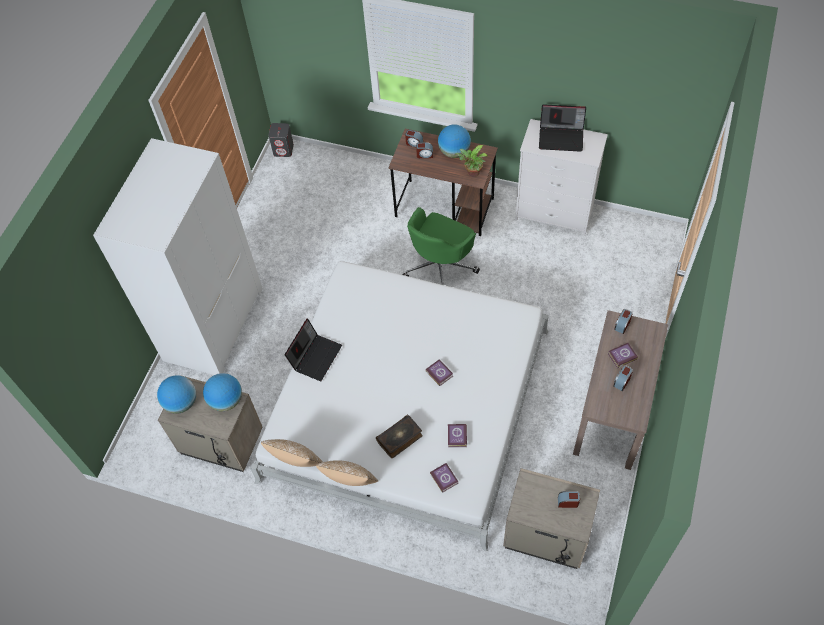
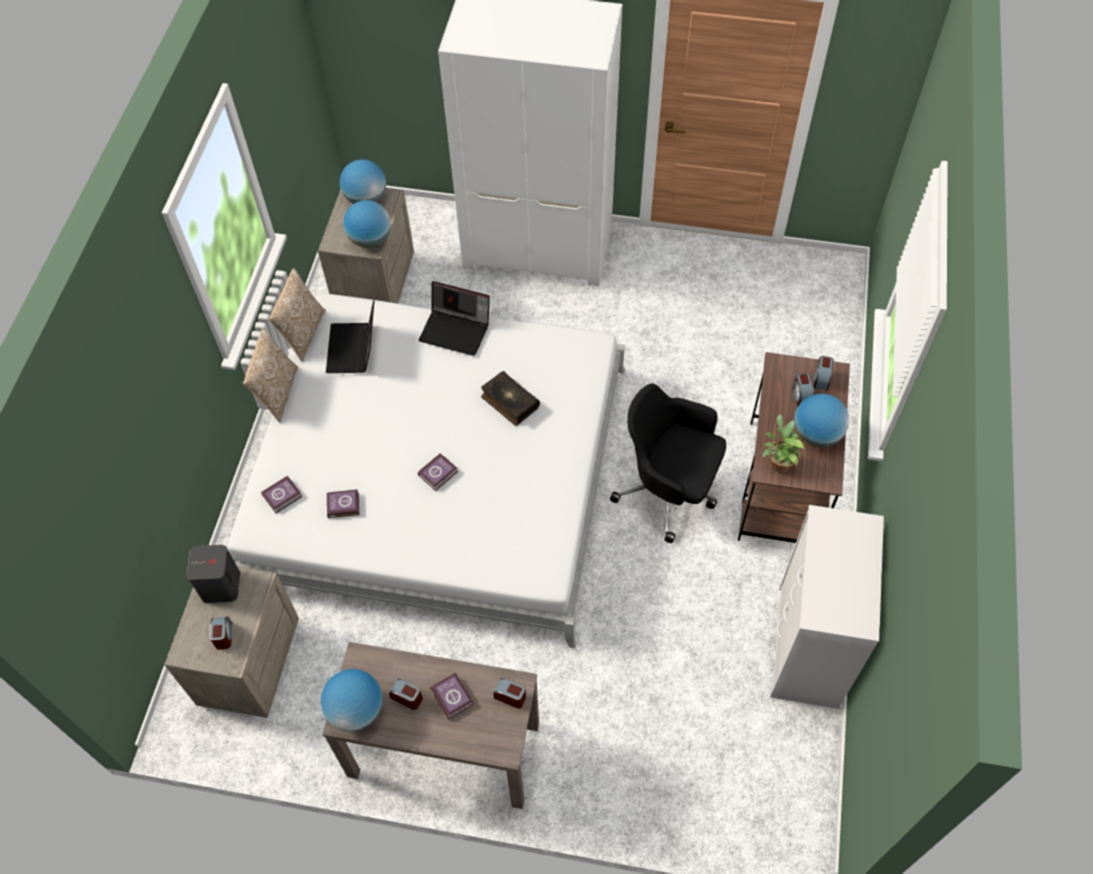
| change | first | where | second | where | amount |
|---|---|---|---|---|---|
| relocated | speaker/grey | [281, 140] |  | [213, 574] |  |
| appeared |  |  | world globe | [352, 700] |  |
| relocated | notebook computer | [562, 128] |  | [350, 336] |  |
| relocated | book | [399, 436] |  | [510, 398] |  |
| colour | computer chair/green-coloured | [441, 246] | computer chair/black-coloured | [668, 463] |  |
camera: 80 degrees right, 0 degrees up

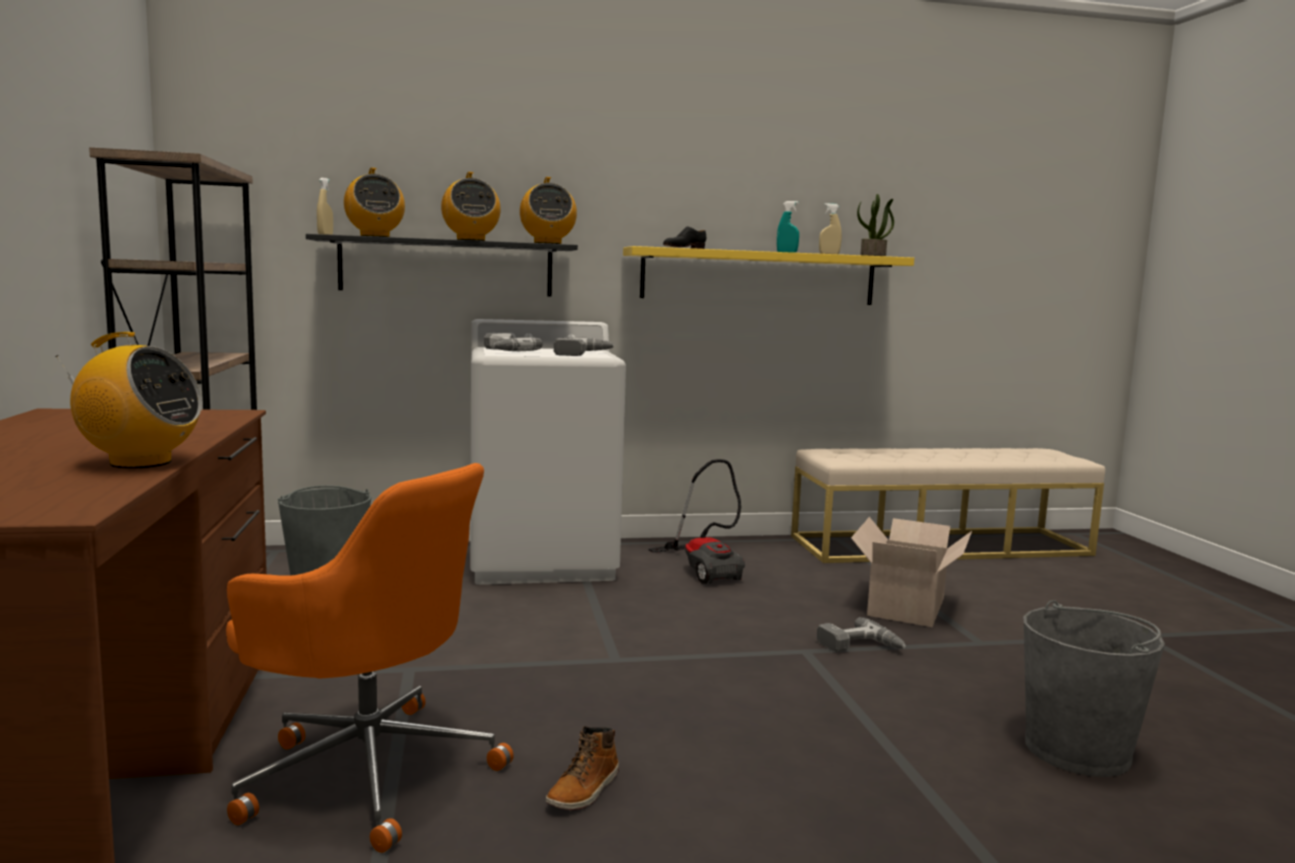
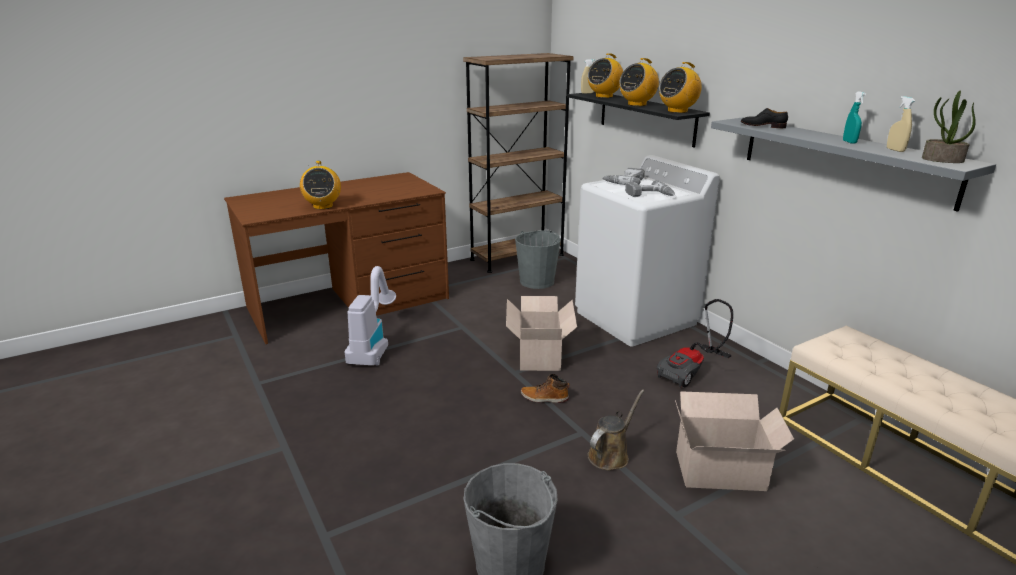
| change | first | where | second | where | amount |
|---|---|---|---|---|---|
| exchanged | computer chair/orange-coloured | [370, 658] | hoover | [370, 315] |  |
| appeared |  |  | carton | [541, 333] |  |
| relocated | boot | [582, 768] |  | [545, 388] |  |
| exchanged | electric drill | [861, 634] | watering can/brownish | [616, 429] |  |
| colour | bracket shelf/yellow-coloured | [768, 275] | bracket shelf/grey | [853, 165] |  |
camera: 70 degrees right, 15 degrees up

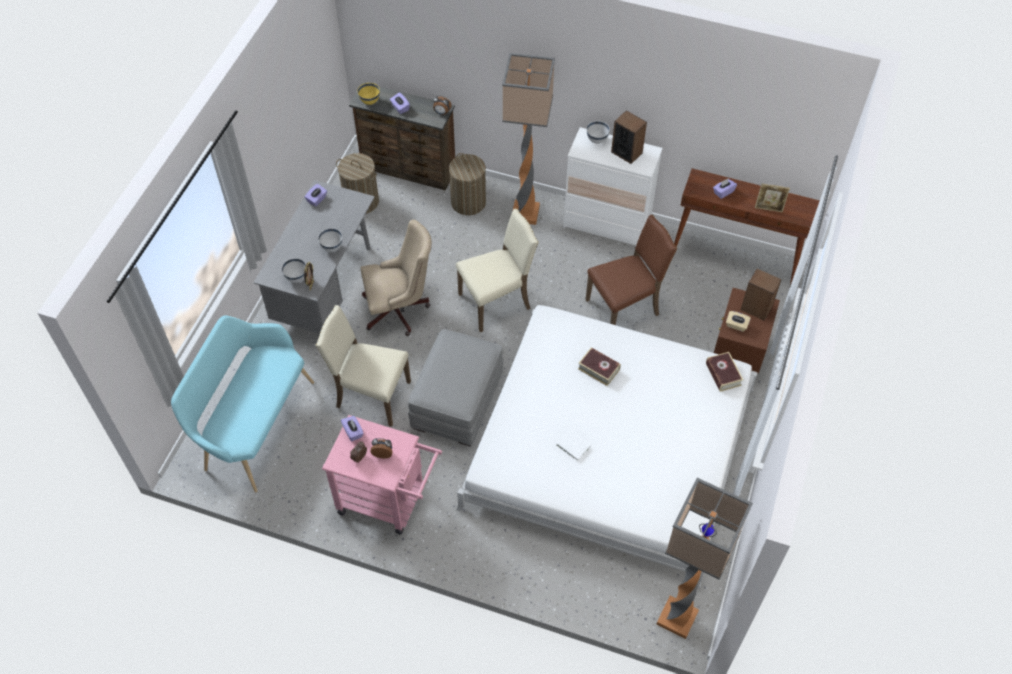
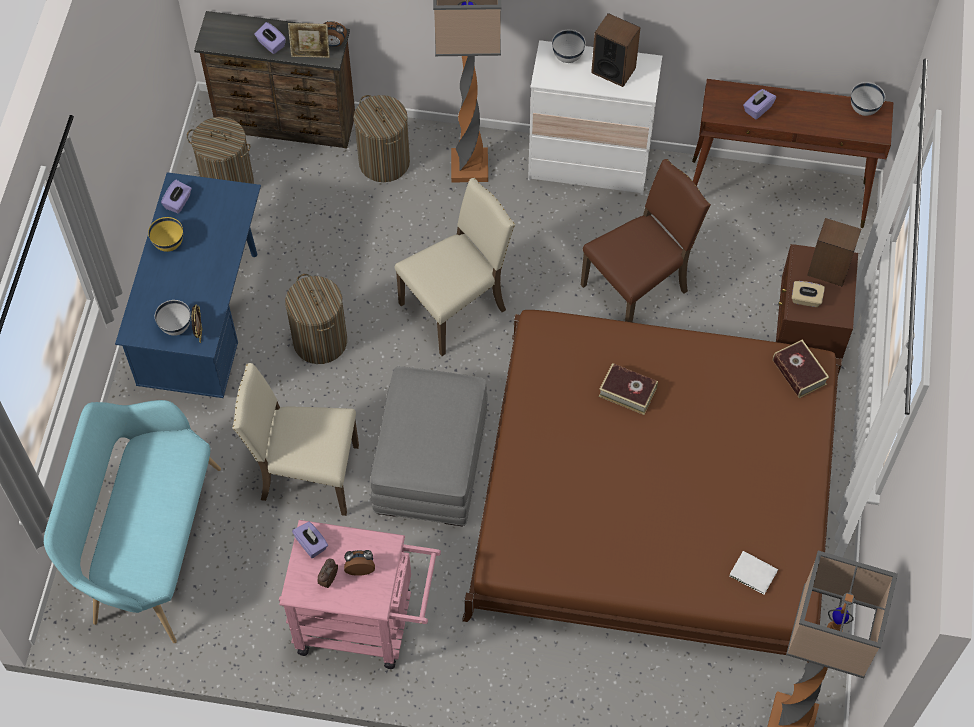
| change | first | where | second | where | amount |
|---|---|---|---|---|---|
| colour | desk/grey | [314, 257] | desk/blue-coloured | [188, 285] |  |
| relocated | deep dish/yellow-coloured | [368, 94] |  | [165, 234] |  |
| exchanged | computer chair/sand-coloured | [396, 278] | washing basket | [316, 319] |  |
| relocated | picture frame | [772, 197] |  | [309, 40] |  |
| colour | bed/white-coloured | [607, 446] | bed/brownish | [652, 486] |  |
| relocated | book/white-coloured | [573, 445] |  | [753, 573] |  |
| relocated | deep dish/white-coloured | [330, 240] |  | [868, 99] |  |
camera: 10 degrees left, 5 degrees up

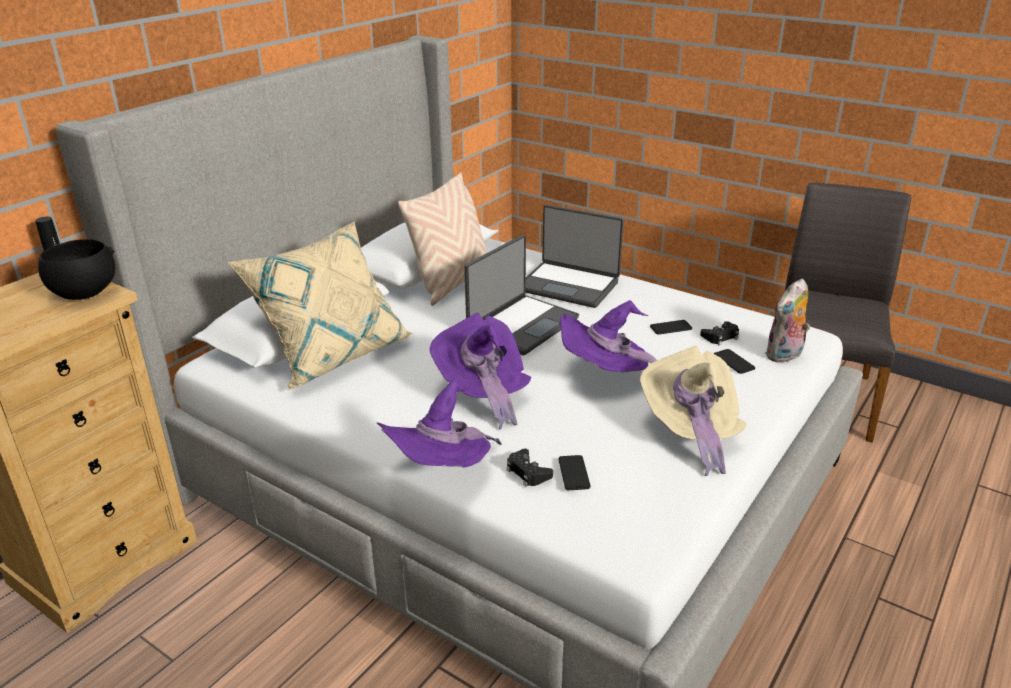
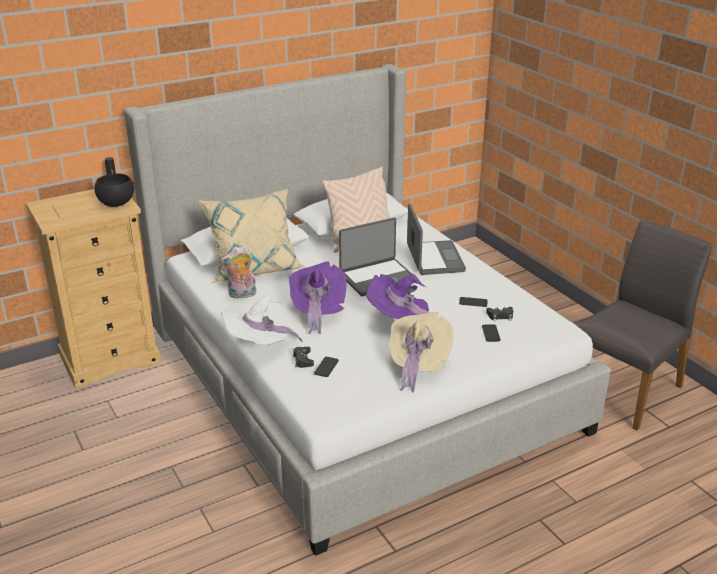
| change | first | where | second | where | amount |
|---|---|---|---|---|---|
| relocated | cuddly toy | [787, 321] |  | [239, 272] |  |
| colour | hat/purple | [439, 423] | hat/white-coloured | [262, 319] |  |
| spun | notebook computer | [575, 256] |  | [436, 239] | 150 degrees counterclockwise |
camera: 25 degrees right, 0 degrees up

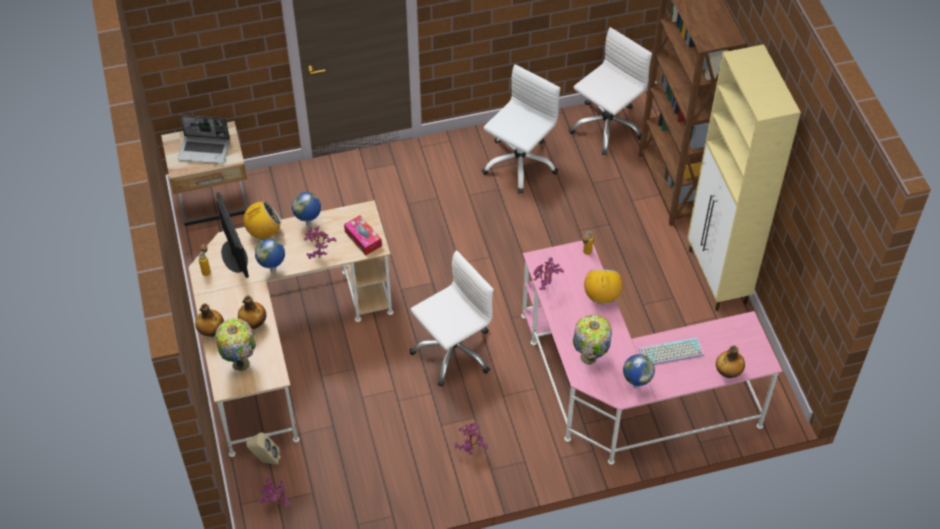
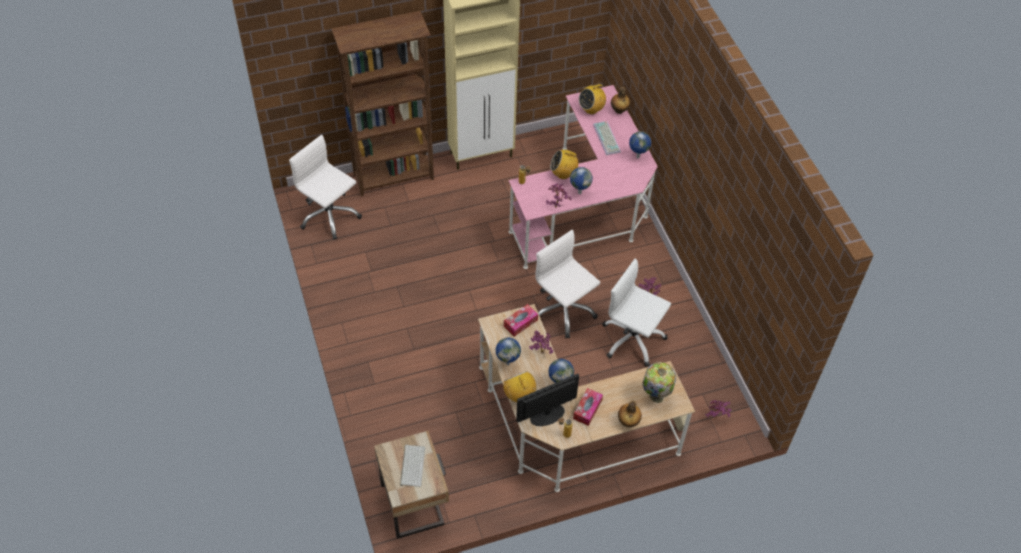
| change | first | where | second | where | amount |
|---|---|---|---|---|---|
| exchanged | notebook computer | [203, 139] | computer keyboard | [412, 466] |  |
| appeared |  |  | world globe | [581, 180] |  |
| appeared |  |  | tissue box | [588, 407] |  |
| appeared |  |  | radio set | [592, 97] |  |
| relocated | computer chair/white-coloured | [521, 129] |  | [636, 312] |  |
| missing | beverage bottle | [252, 312] |  |  |  |
| missing | table lamp | [592, 340] |  |  |  |
camera: 95 degrees left, 0 degrees up

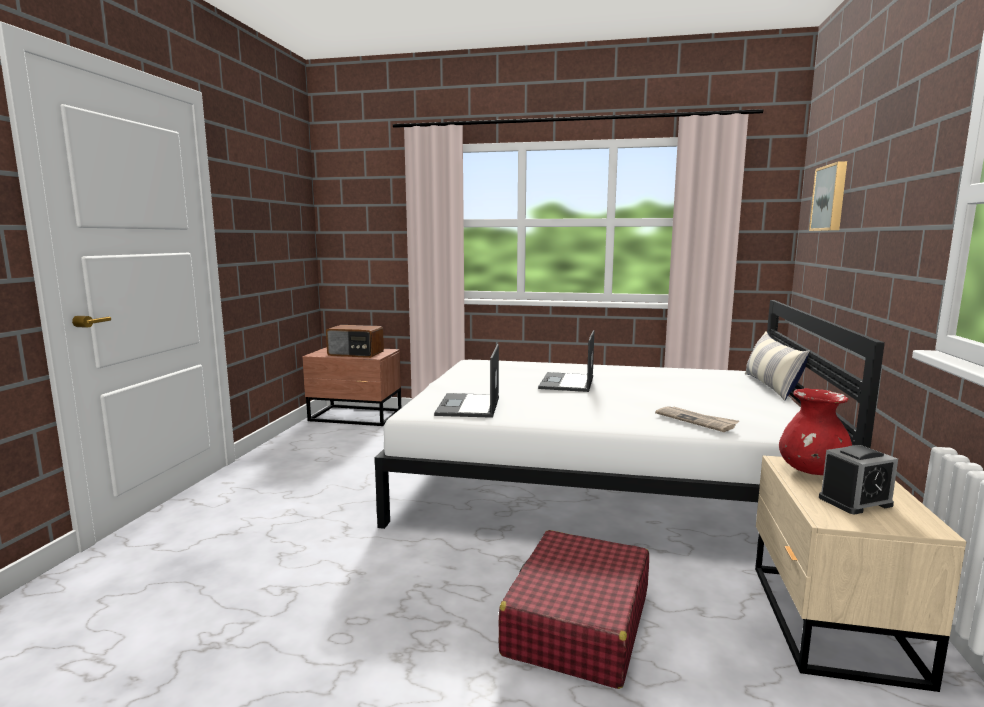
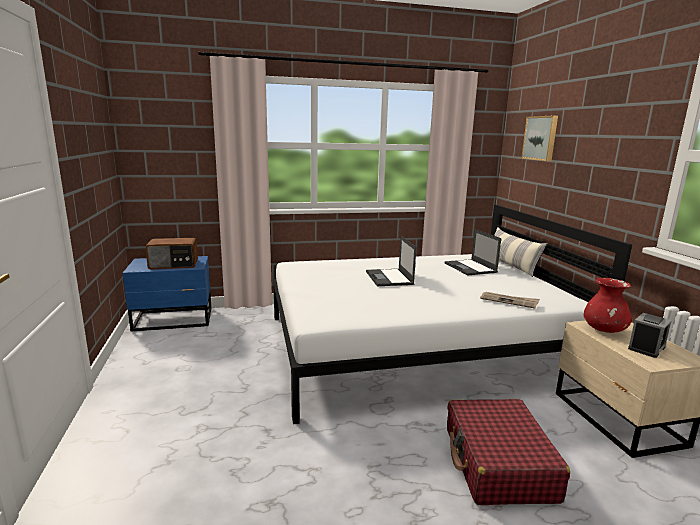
| change | first | where | second | where | amount |
|---|---|---|---|---|---|
| colour | night table/brownish | [351, 386] | night table/blue-coloured | [167, 294] |  |
| relocated | notebook computer | [466, 381] |  | [473, 252] |  |
camera: 25 degrees left, 5 degrees up

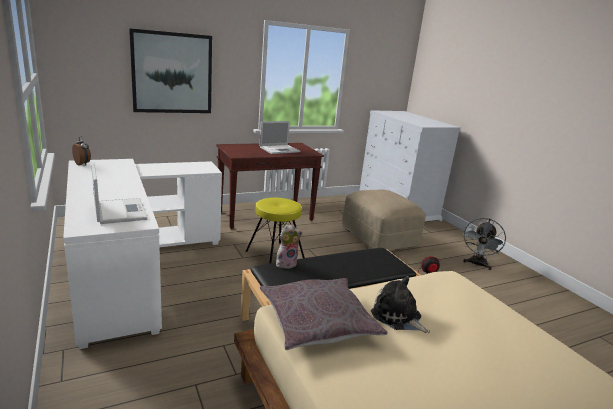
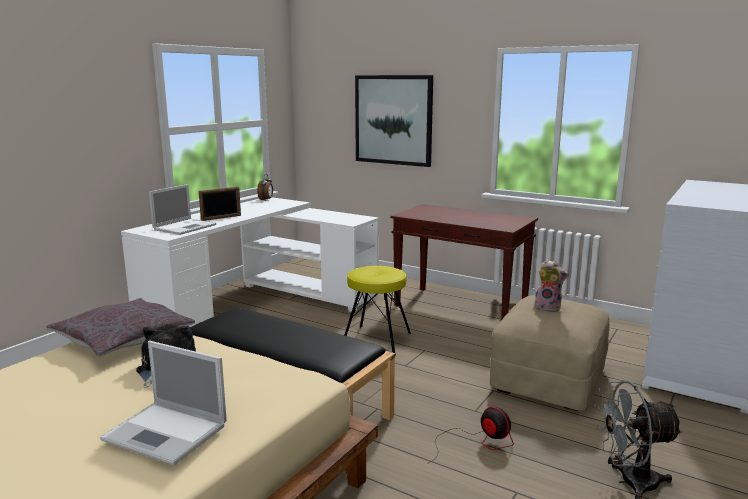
| change | first | where | second | where | amount |
|---|---|---|---|---|---|
| relocated | notebook computer | [280, 137] |  | [163, 403] |  |
| appeared |  |  | picture frame | [220, 204] |  |
| relocated | cuddly toy | [289, 246] |  | [551, 285] |  |
camera: 60 degrees right, 5 degrees down

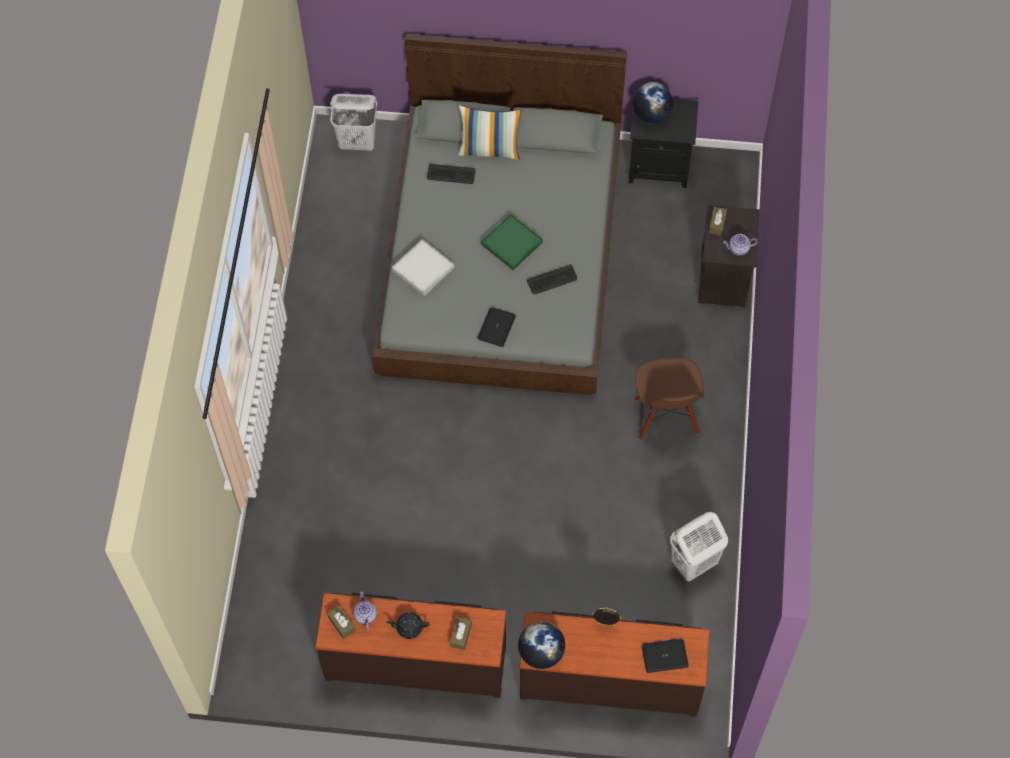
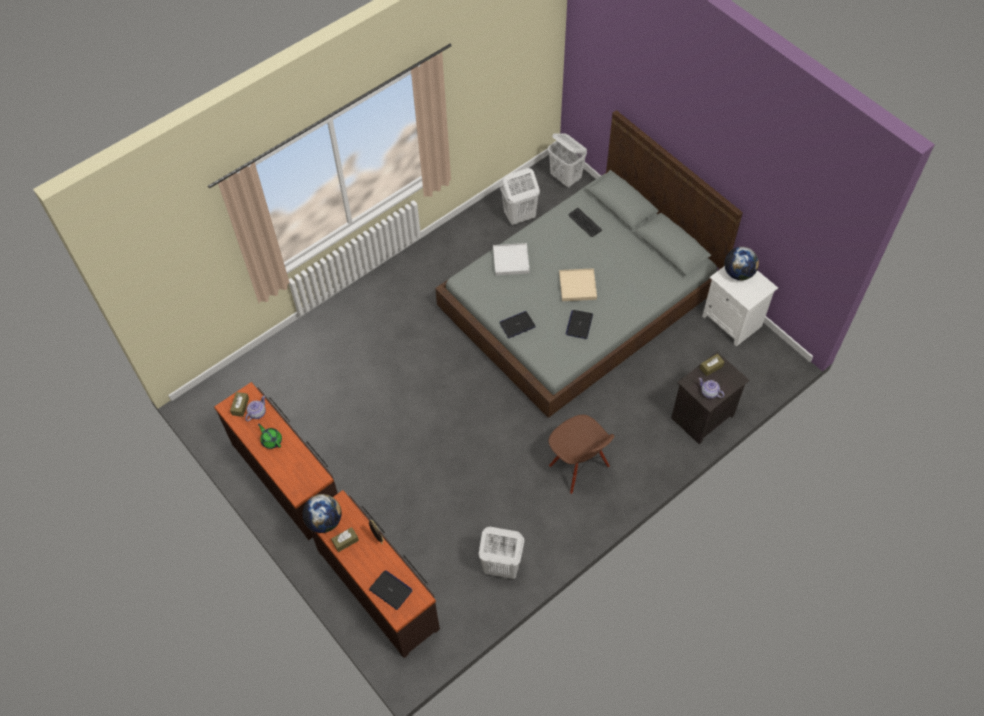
| change | first | where | second | where | amount |
|---|---|---|---|---|---|
| colour | teapot/black-coloured | [408, 625] | teapot/green-coloured | [270, 436] |  |
| relocated | tissue box/brownish | [461, 633] |  | [345, 539] |  |
| appeared |  |  | washing basket/white-coloured | [520, 196] |  |
| spun | plain chair/brownish | [669, 398] |  | [581, 454] | 75 degrees counterclockwise |
| colour | carrying tray/green-coloured | [512, 242] | carrying tray/sand-coloured | [578, 284] |  |
| exchanged | computer keyboard | [552, 279] | notebook computer | [579, 324] |  |
| colour | night table/black-coloured | [663, 143] | night table/white-coloured | [740, 306] |  |
| missing | pillow | [490, 132] |  |  |  |
camera: 45 degrees right, 5 degrees down

